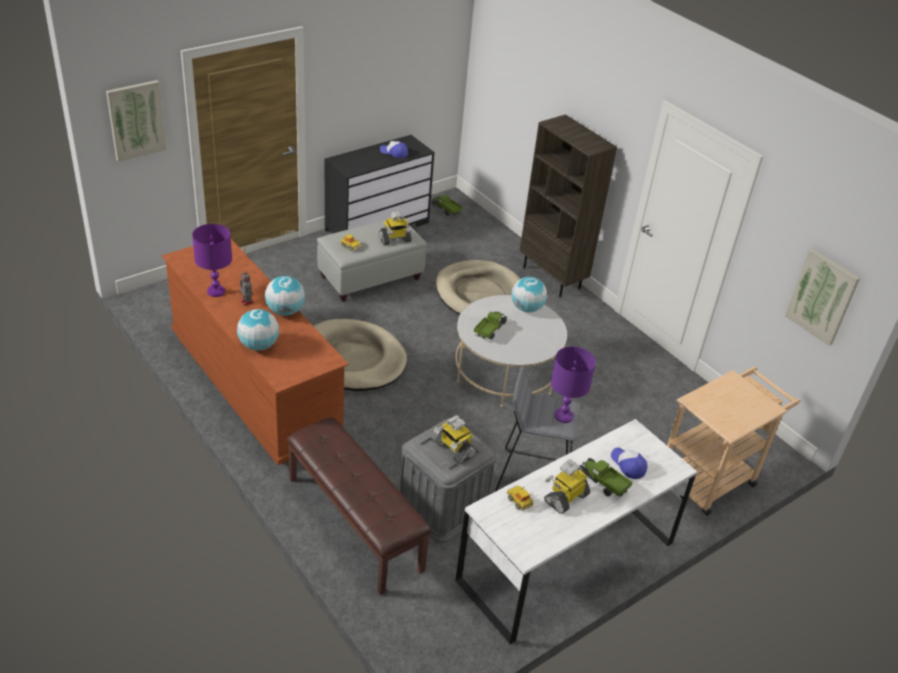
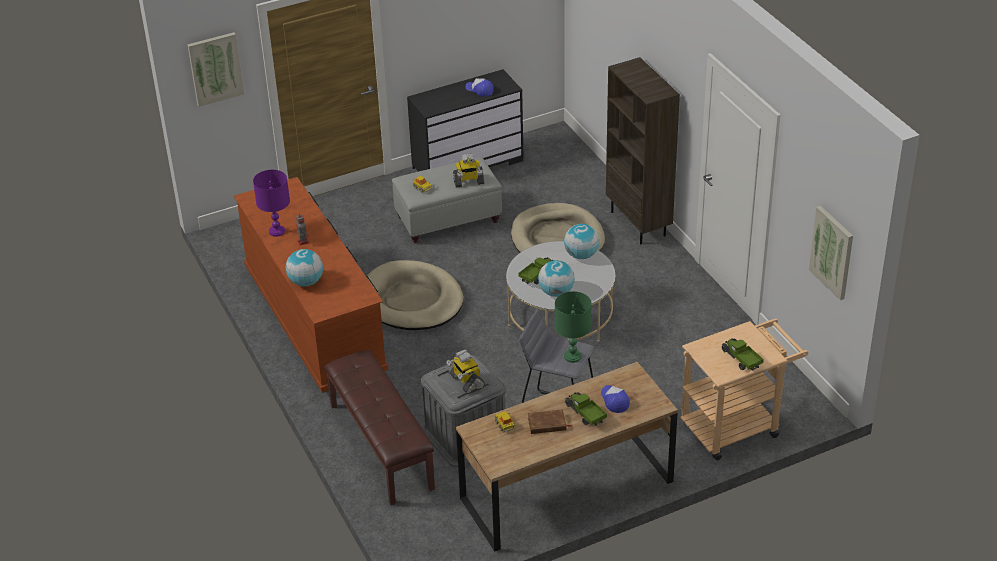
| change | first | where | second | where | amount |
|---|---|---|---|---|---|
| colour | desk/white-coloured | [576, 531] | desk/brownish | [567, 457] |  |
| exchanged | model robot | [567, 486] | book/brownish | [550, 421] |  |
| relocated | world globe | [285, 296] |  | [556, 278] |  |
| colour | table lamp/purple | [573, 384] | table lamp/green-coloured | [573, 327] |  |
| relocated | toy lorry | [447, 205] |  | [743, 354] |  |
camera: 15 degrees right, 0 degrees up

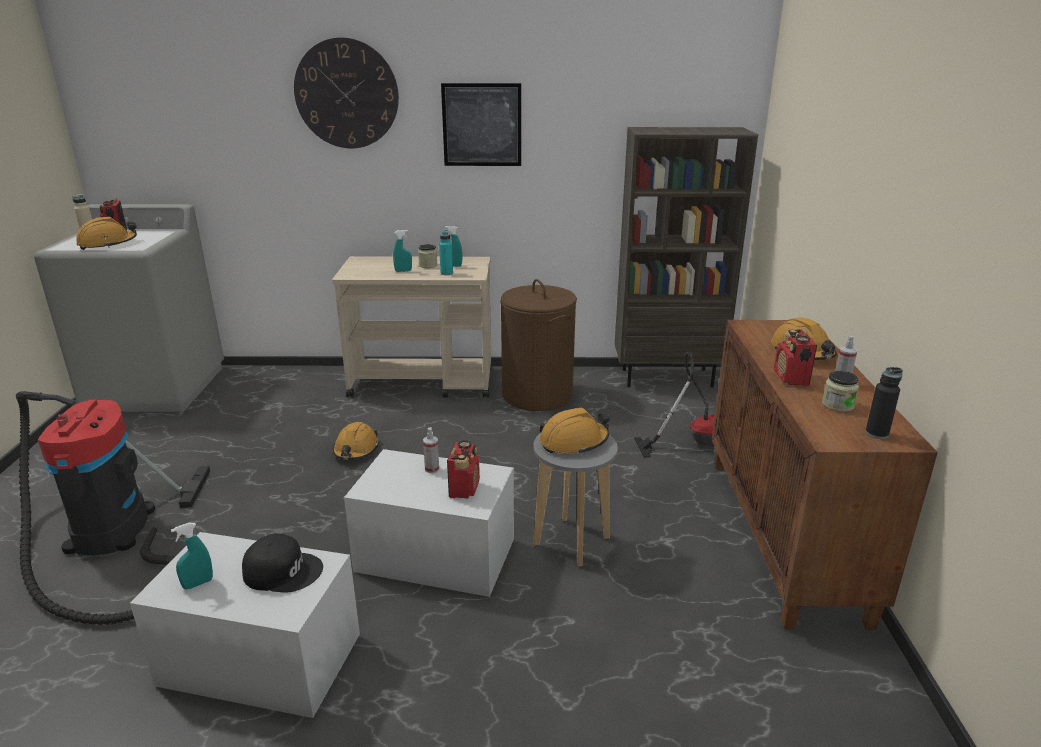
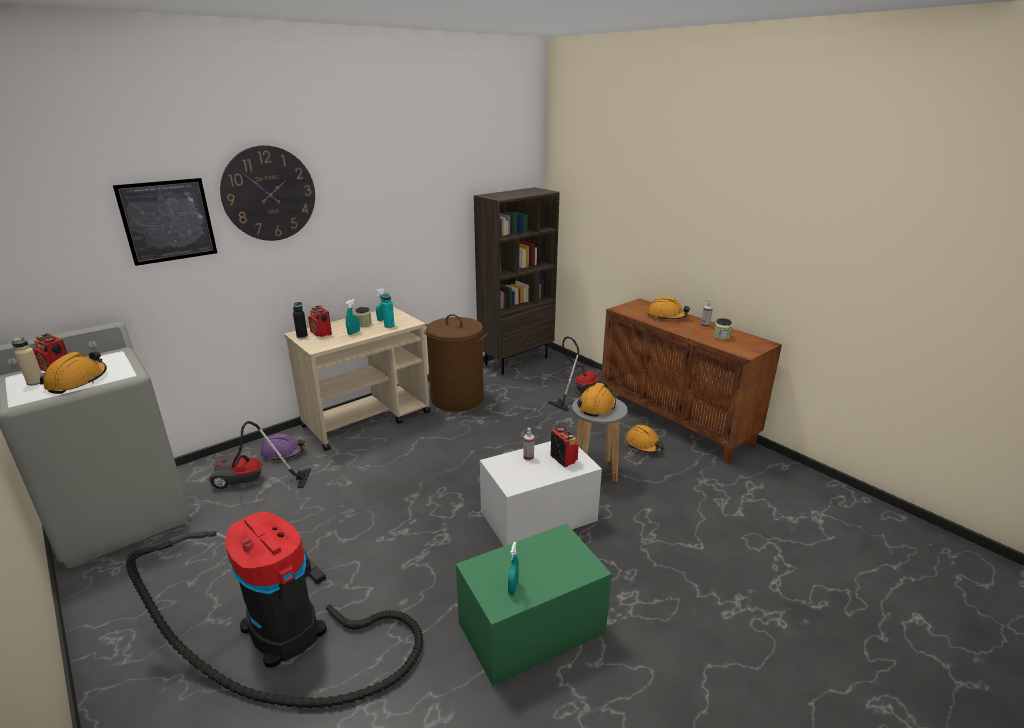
| change | first | where | second | where | amount |
|---|---|---|---|---|---|
| relocated | picture | [481, 124] |  | [165, 222] |  |
| appeared |  |  | hoover | [260, 455] |  |
| appeared |  |  | work helmet/purple | [282, 447] |  |
| relocated | beverage bottle/black-coloured | [884, 403] |  | [300, 320] |  |
| relocated | radio set | [795, 357] |  | [320, 321] |  |
| colour | storage box/white-coloured | [245, 625] | storage box/green-coloured | [534, 604] |  |
| relocated | work helmet/orange-coloured | [356, 441] |  | [644, 439] |  |
| missing | baseball cap/black-coloured | [282, 563] |  |  |  |
camera: 40 degrees left, 0 degrees up

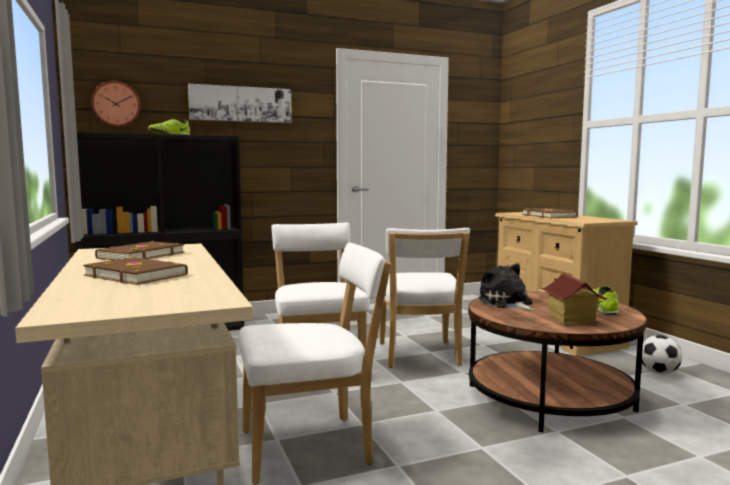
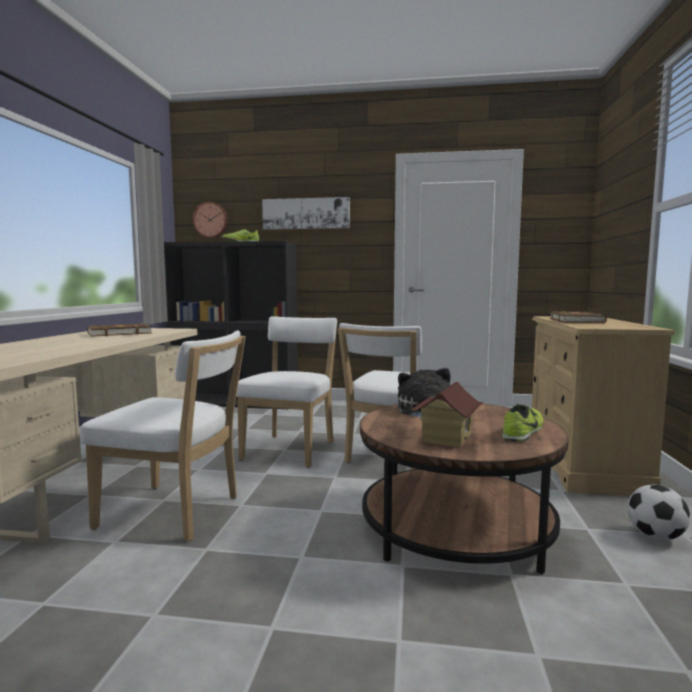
| change | first | where | second | where | amount |
|---|---|---|---|---|---|
| missing | book/brownish | [135, 271] |  |  |  |
camera: 30 degrees right, 0 degrees up

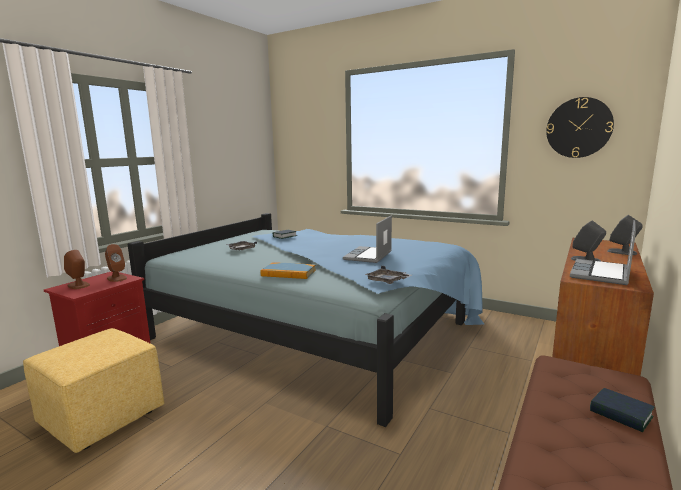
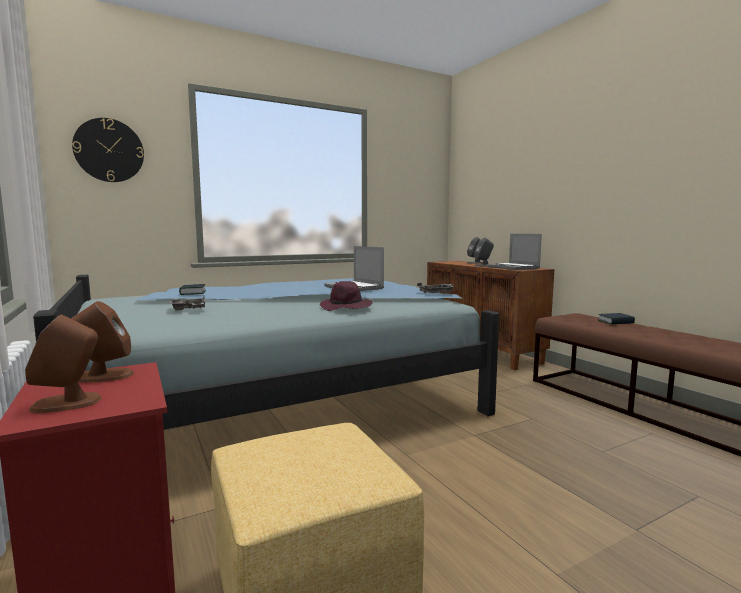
| change | first | where | second | where | amount |
|---|---|---|---|---|---|
| relocated | wall clock | [580, 127] |  | [108, 150] |  |
| exchanged | book | [288, 270] | hat/purple | [346, 296] |  |
camera: 60 degrees left, 5 degrees down

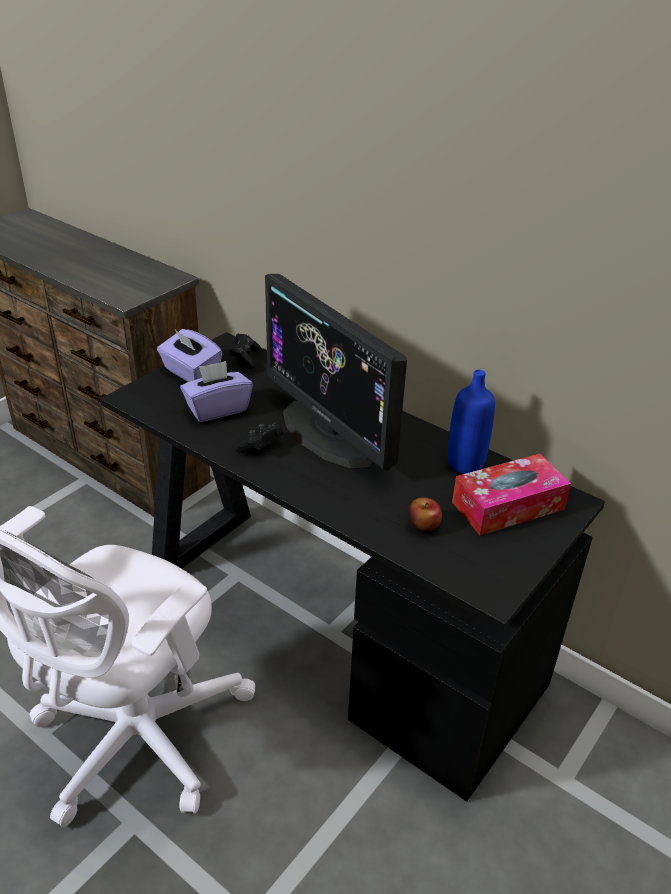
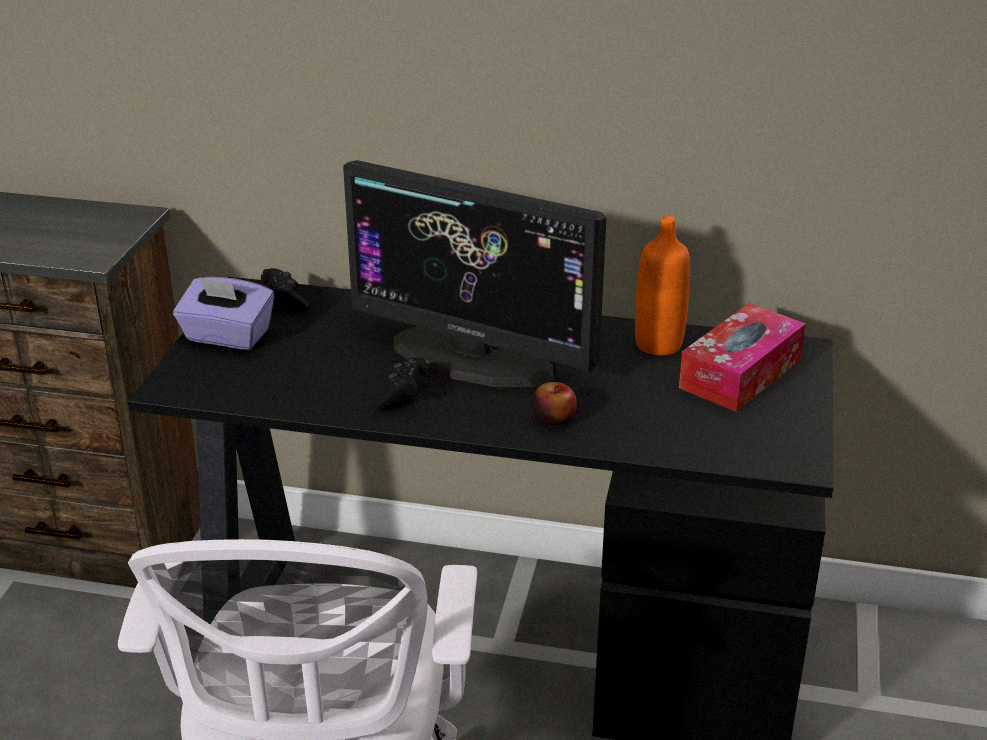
| change | first | where | second | where | amount |
|---|---|---|---|---|---|
| relocated | apple | [424, 514] |  | [554, 403] |  |
| colour | beverage bottle/blue-coloured | [471, 422] | beverage bottle/orange-coloured | [662, 285] |  |
| missing | tissue box/purple | [216, 391] |  |  |  |
camera: 25 degrees left, 5 degrees down

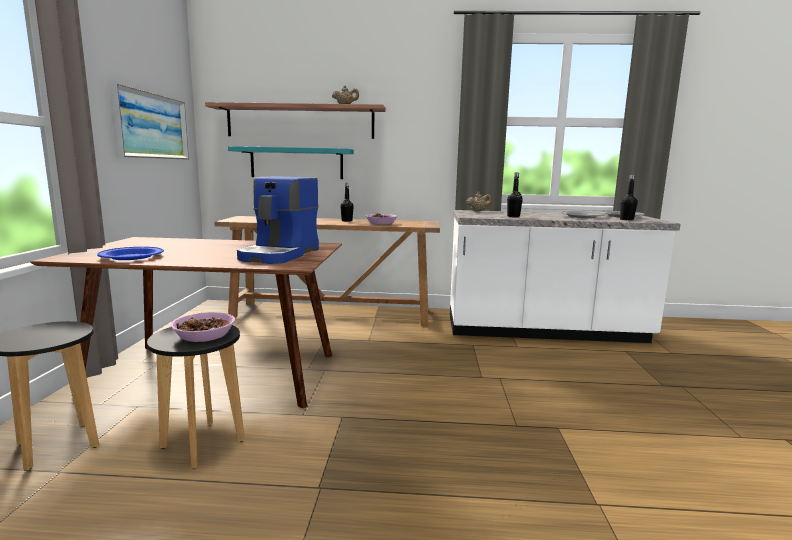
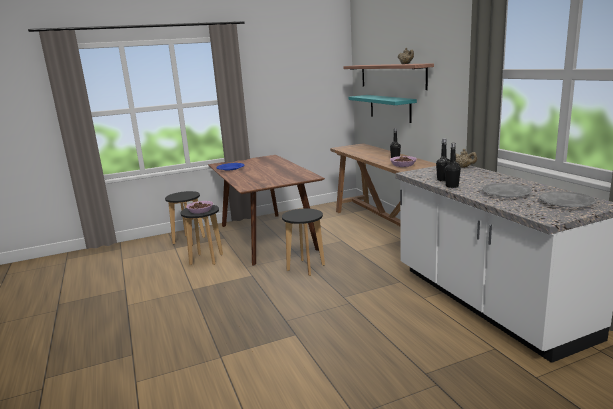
| change | first | where | second | where | amount |
|---|---|---|---|---|---|
| appeared |  |  | stool seat/black-coloured | [303, 242] |  |
| relocated | beverage bottle/black-coloured | [629, 198] |  | [453, 165] |  |
| missing | picture | [150, 121] |  |  |  |
| missing | coffee maker | [278, 220] |  |  |  |
camera: 65 degrees right, 5 degrees up

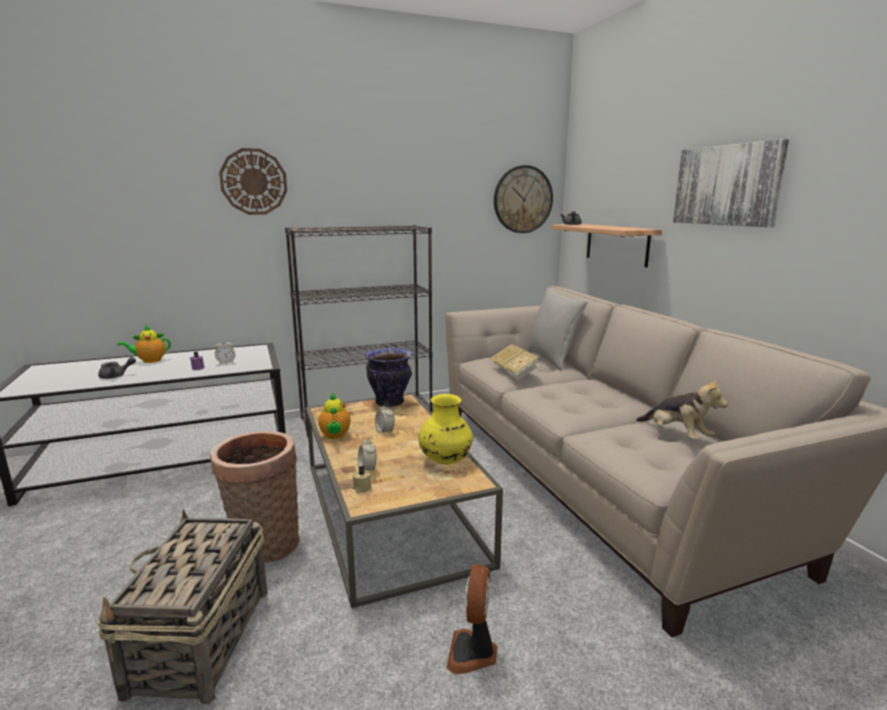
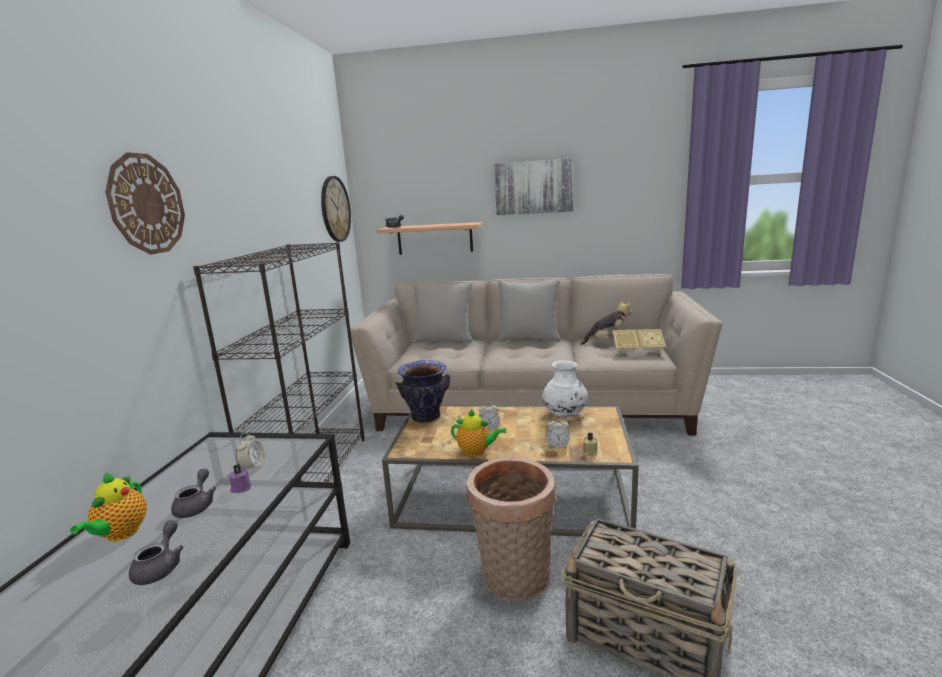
| change | first | where | second | where | amount |
|---|---|---|---|---|---|
| appeared |  |  | teapot/grey | [193, 493] |  |
| appeared |  |  | pillow/grey | [529, 311] |  |
| colour | decorative vase/yellow-coloured | [445, 429] | decorative vase/white-coloured | [565, 388] |  |
| relocated | book | [514, 362] |  | [639, 342] |  |
| missing | electric fan | [472, 619] |  |  |  |
camera: 60 degrees left, 0 degrees up

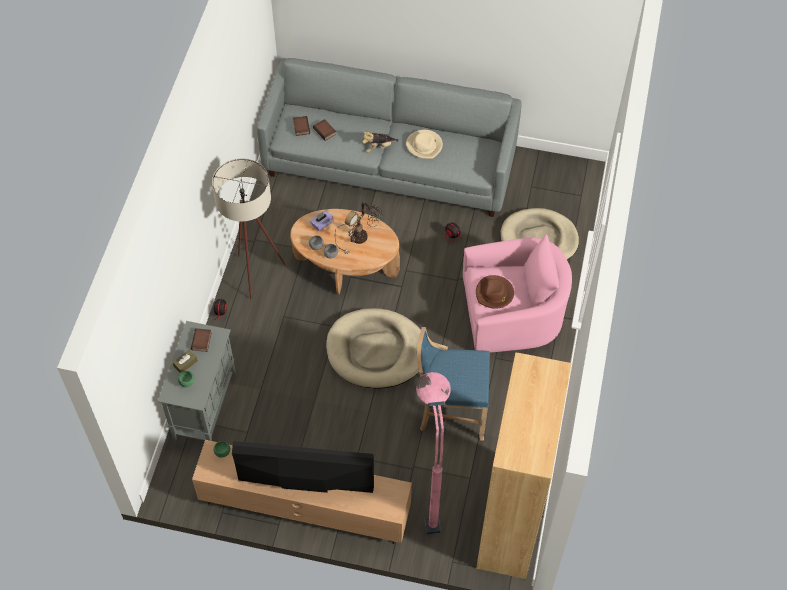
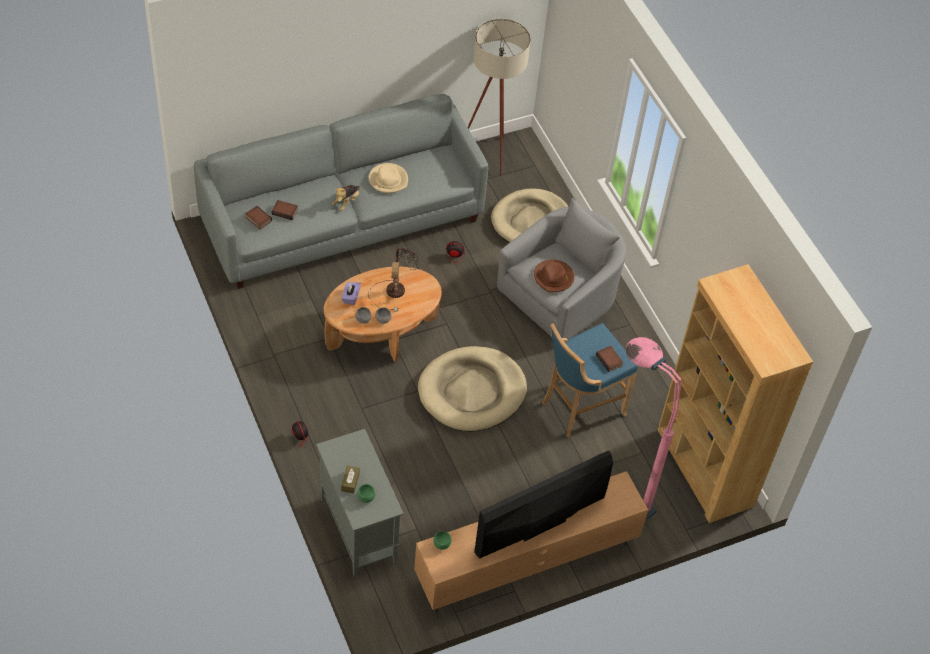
| change | first | where | second | where | amount |
|---|---|---|---|---|---|
| relocated | standard lamp/sand-coloured | [249, 229] |  | [499, 97] |  |
| colour | easy chair/pink-coloured | [517, 293] | easy chair/grey | [561, 268] |  |
| relocated | book | [201, 340] |  | [610, 359] |  |
camera: 40 degrees left, 5 degrees down

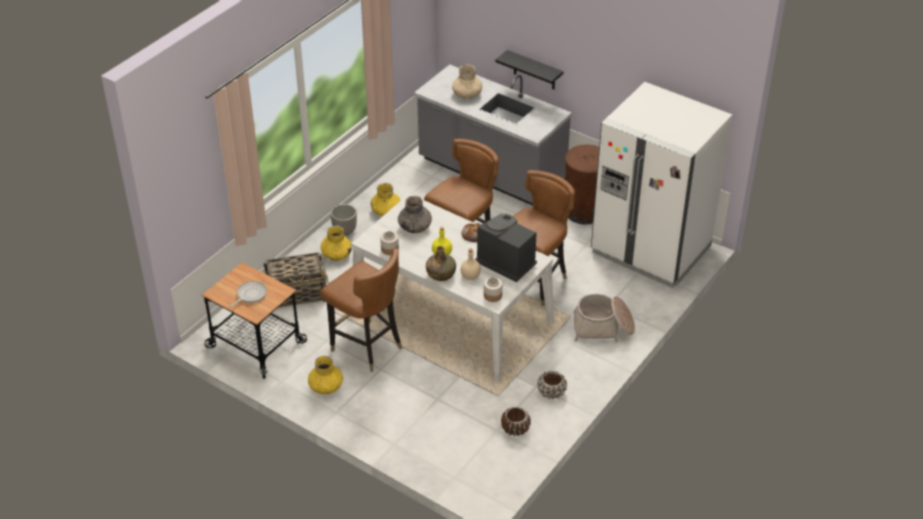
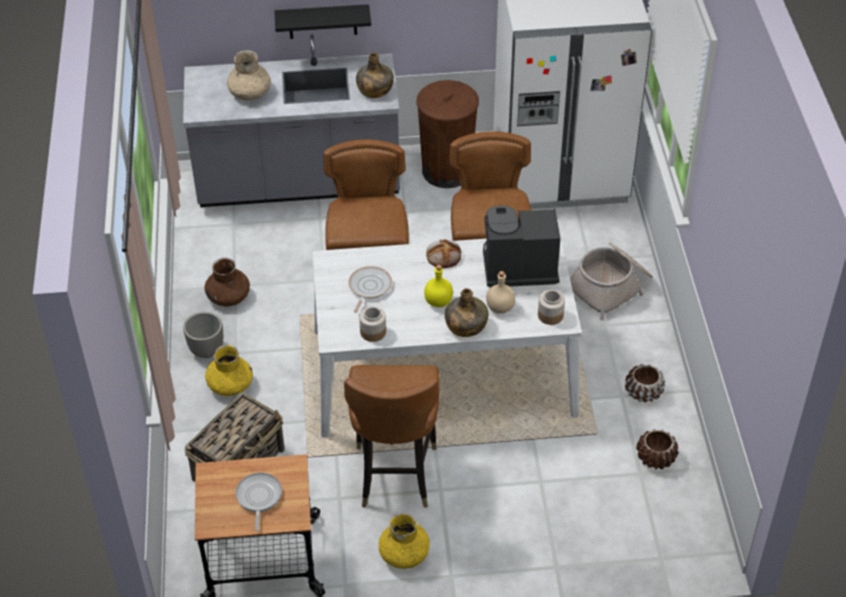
| change | first | where | second | where | amount |
|---|---|---|---|---|---|
| colour | decorative vase/yellow-coloured | [386, 199] | decorative vase/brownish | [227, 282] |  |
| spun | plain chair/brownish | [361, 310] |  | [392, 436] | 90 degrees clockwise |
| exchanged | decorative vase/grey | [415, 214] | frying pan | [370, 289] |  |
| appeared |  |  | beverage bottle/green-coloured | [375, 75] |  |
camera: 40 degrees left, 5 degrees up

